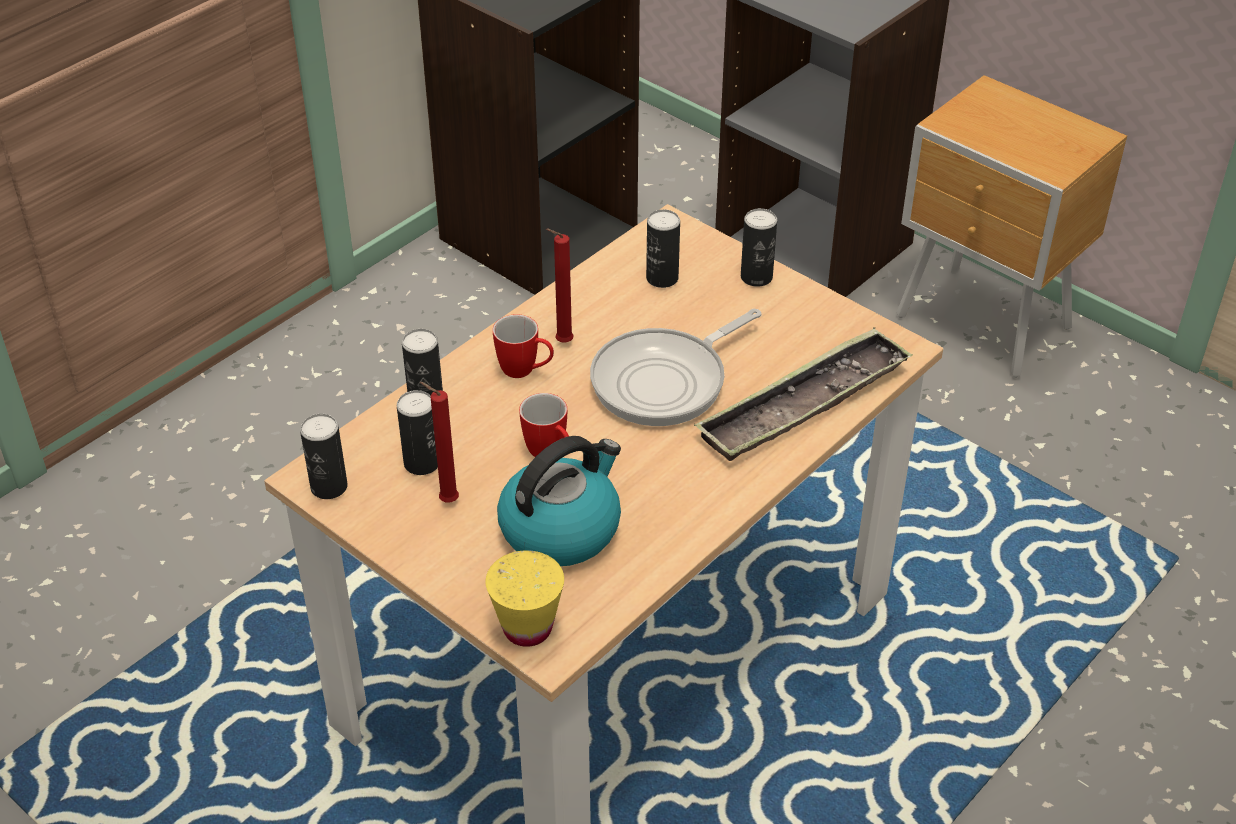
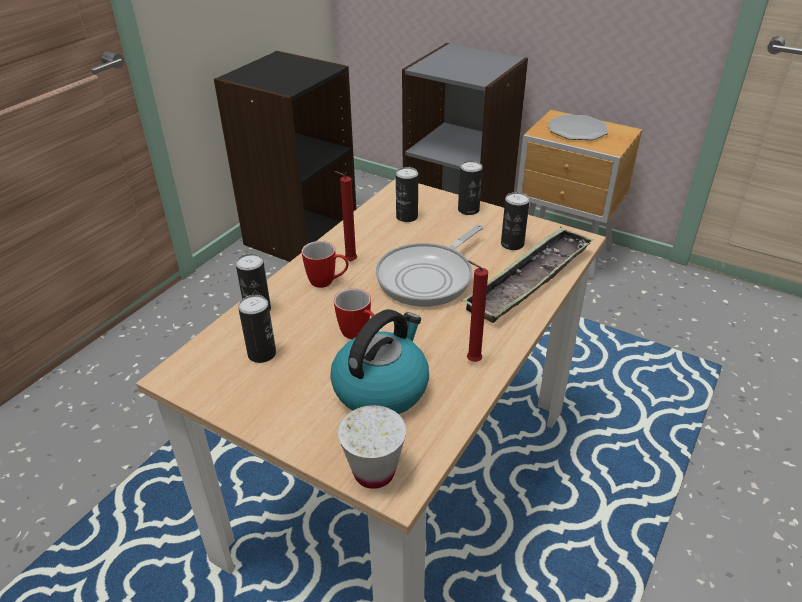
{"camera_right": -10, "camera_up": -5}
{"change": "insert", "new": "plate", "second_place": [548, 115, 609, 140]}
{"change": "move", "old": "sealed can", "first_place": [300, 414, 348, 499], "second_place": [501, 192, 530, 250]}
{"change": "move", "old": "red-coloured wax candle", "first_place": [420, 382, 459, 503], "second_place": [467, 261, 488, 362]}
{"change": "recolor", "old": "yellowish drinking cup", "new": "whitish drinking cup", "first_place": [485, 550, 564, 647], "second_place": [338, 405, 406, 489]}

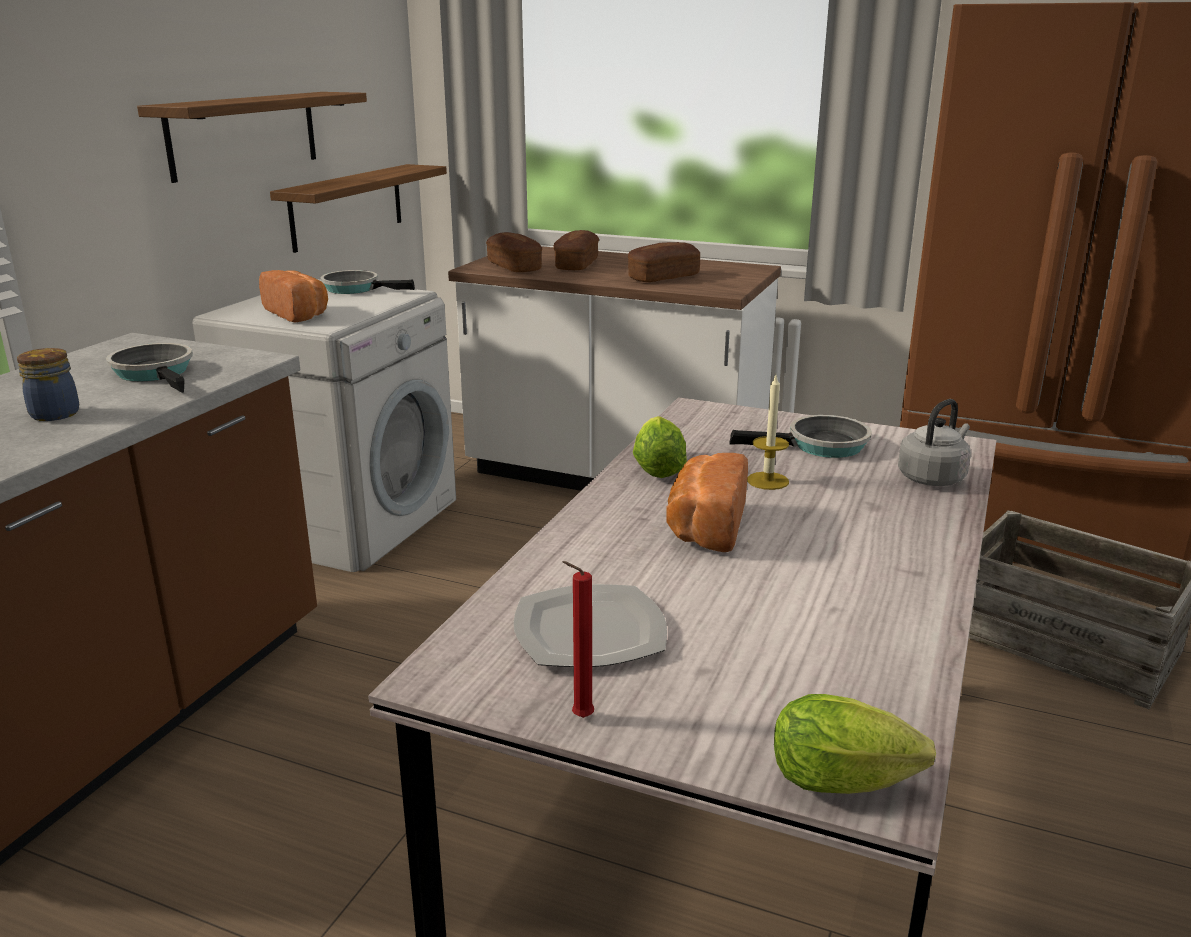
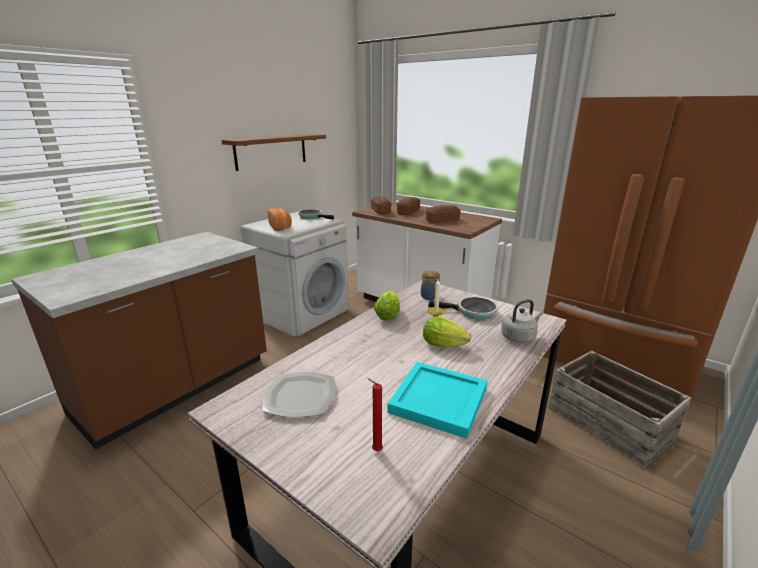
{"camera_right": 15, "camera_up": 0}
{"change": "delete", "old": "pan", "first_place": [106, 343, 193, 393]}
{"change": "delete", "old": "bracket shelf", "first_place": [270, 164, 447, 253]}
{"change": "delete", "old": "bakery bread", "first_place": [666, 453, 748, 552]}
{"change": "insert", "new": "blue-green tray", "second_place": [387, 362, 487, 439]}
{"change": "move", "old": "preserve jar", "first_place": [17, 348, 79, 421], "second_place": [421, 271, 440, 300]}
{"change": "move", "old": "red-coloured wax candle", "first_place": [563, 561, 594, 718], "second_place": [367, 378, 383, 451]}
{"change": "move", "old": "head of lettuce", "first_place": [774, 694, 936, 794], "second_place": [423, 316, 471, 348]}

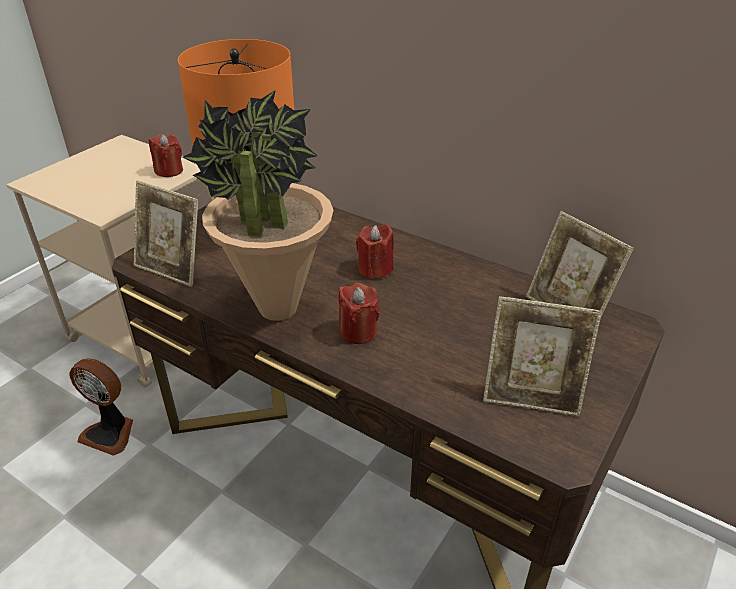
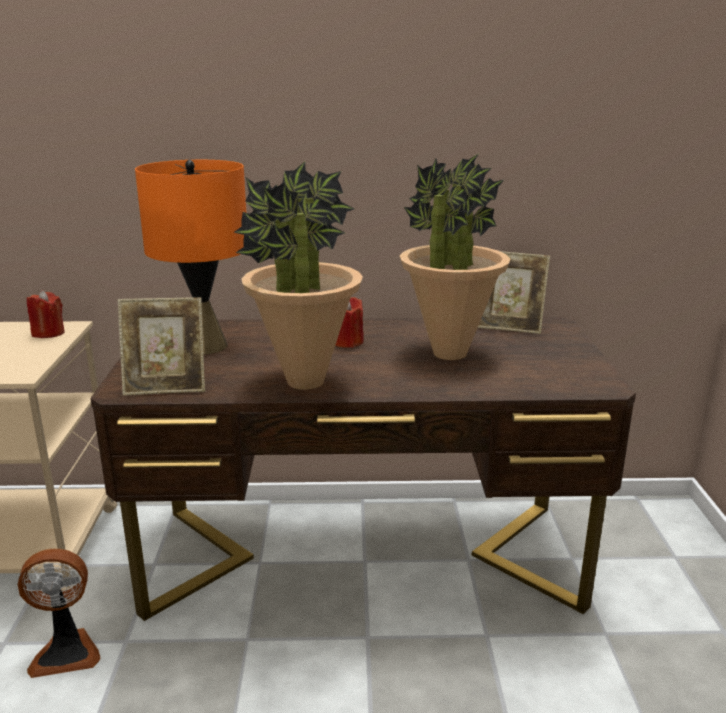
{"camera_right": -35, "camera_up": -15}
{"change": "delete", "old": "red-coloured wax candle", "first_place": [339, 283, 380, 344]}
{"change": "delete", "old": "standing frame", "first_place": [483, 296, 602, 416]}
{"change": "insert", "new": "plant in a pot", "second_place": [400, 153, 510, 360]}

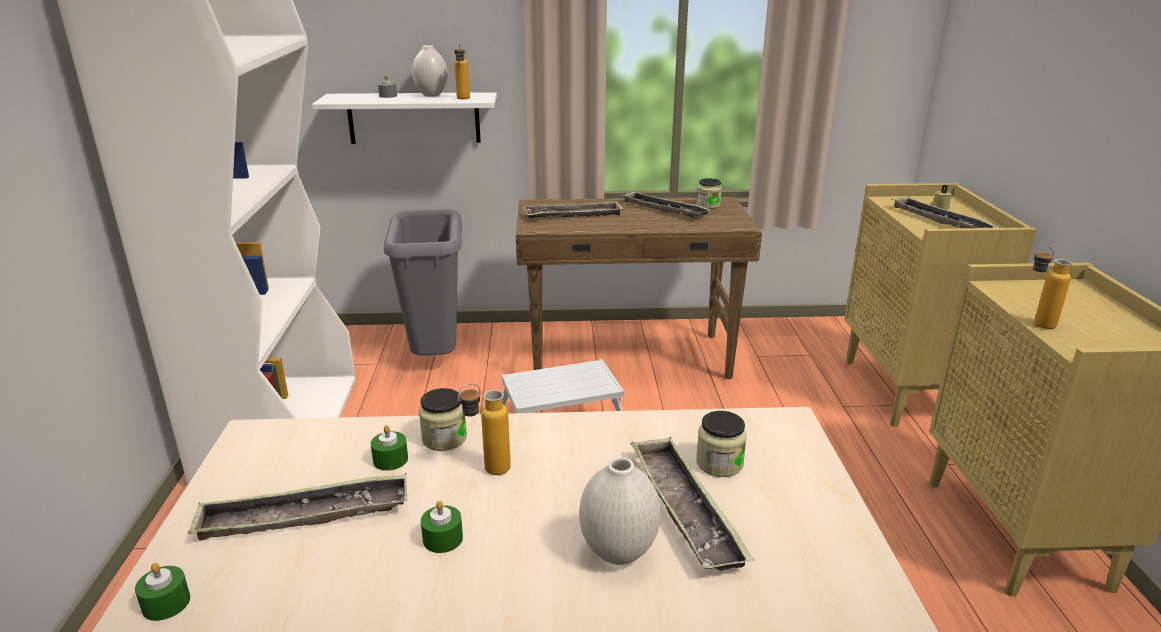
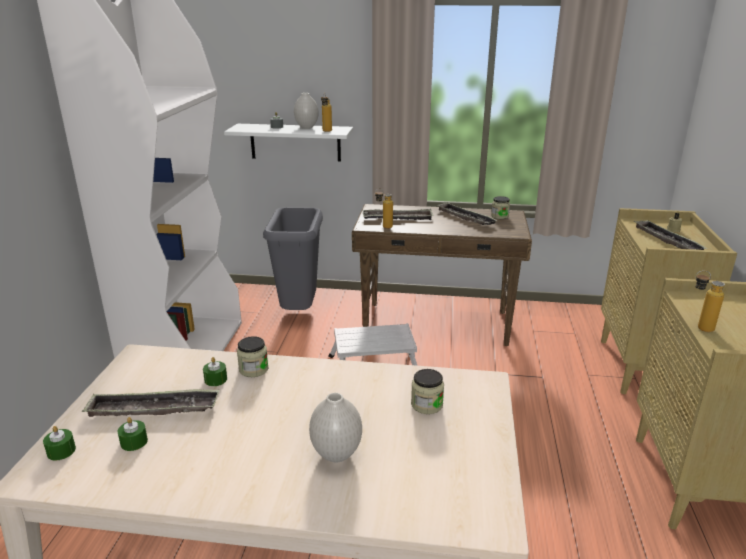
{"camera_right": 10, "camera_up": 0}
{"change": "delete", "old": "tray", "first_place": [630, 437, 754, 571]}
{"change": "move", "old": "green-coloured wax candle", "first_place": [421, 501, 463, 553], "second_place": [118, 417, 148, 451]}
{"change": "move", "old": "drink bottle", "first_place": [458, 383, 511, 475], "second_place": [375, 188, 393, 228]}

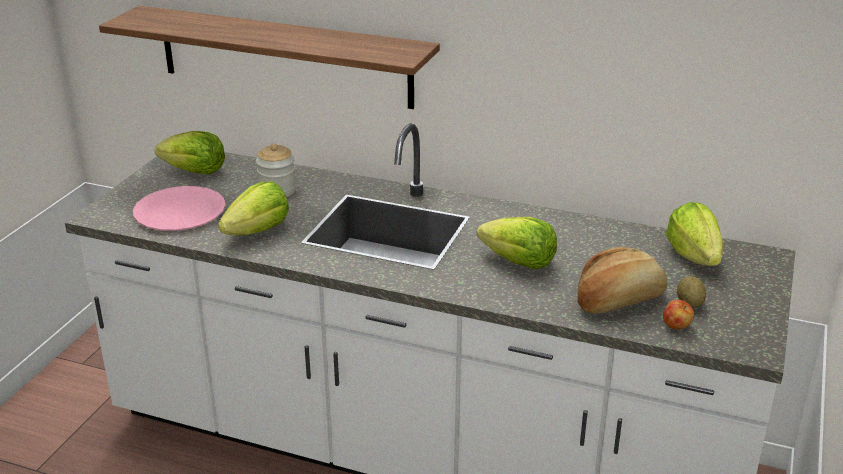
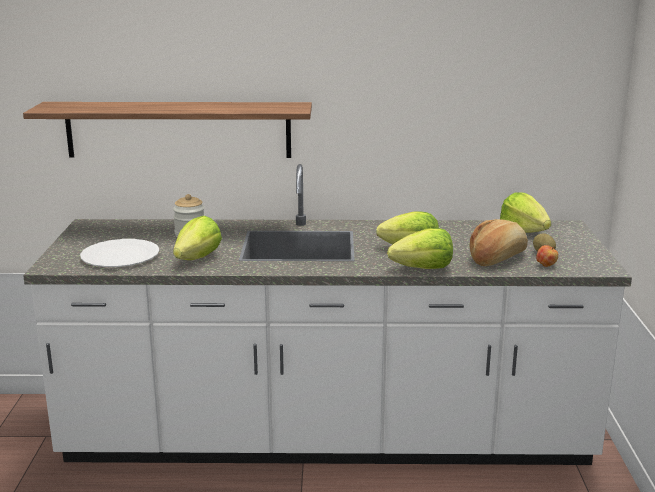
{"camera_right": -20, "camera_up": -10}
{"change": "move", "old": "head of lettuce", "first_place": [155, 131, 225, 174], "second_place": [387, 228, 453, 269]}
{"change": "recolor", "old": "pink plate", "new": "whitish plate", "first_place": [133, 186, 226, 231], "second_place": [80, 239, 160, 267]}

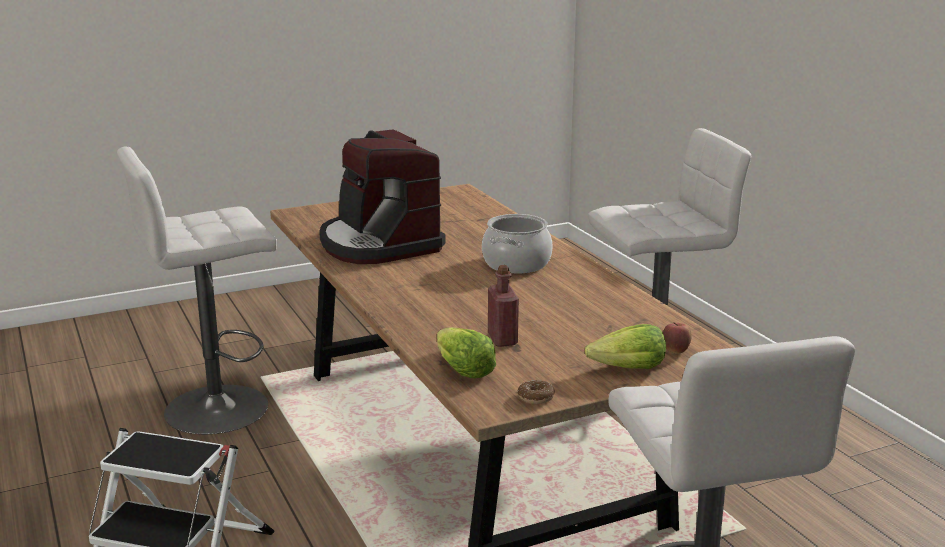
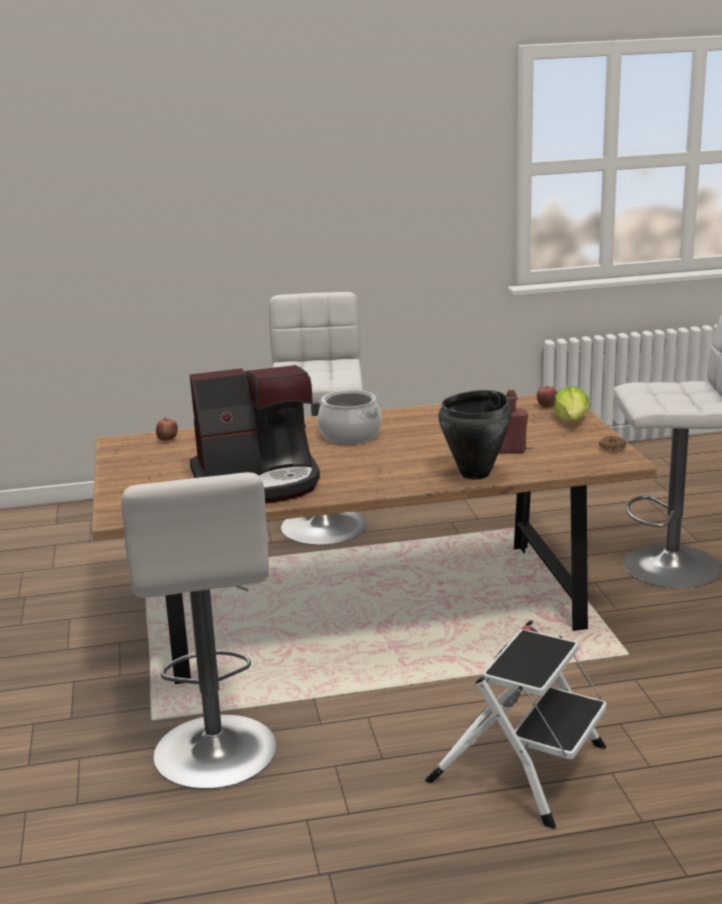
{"camera_right": -75, "camera_up": 0}
{"change": "delete", "old": "head of lettuce", "first_place": [437, 327, 496, 378]}
{"change": "insert", "new": "apple fruit", "second_place": [156, 417, 178, 441]}
{"change": "insert", "new": "black-coloured stockpot", "second_place": [438, 390, 512, 479]}

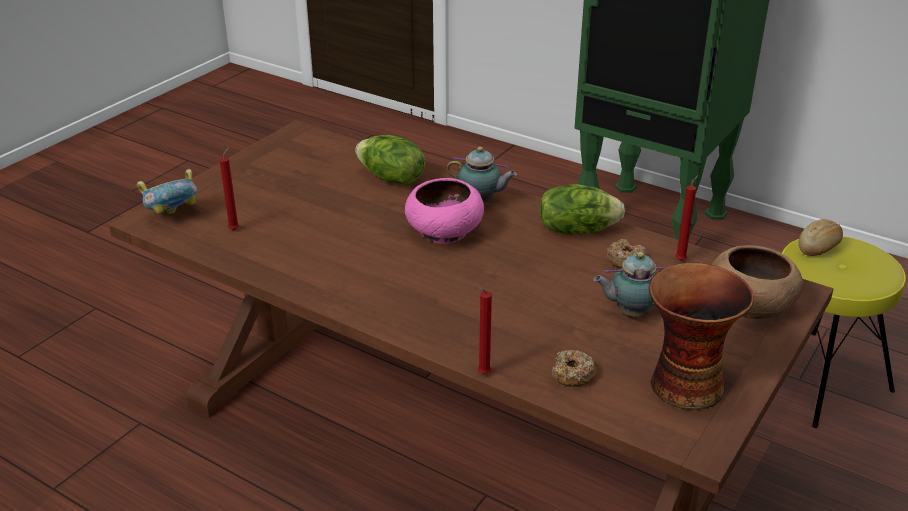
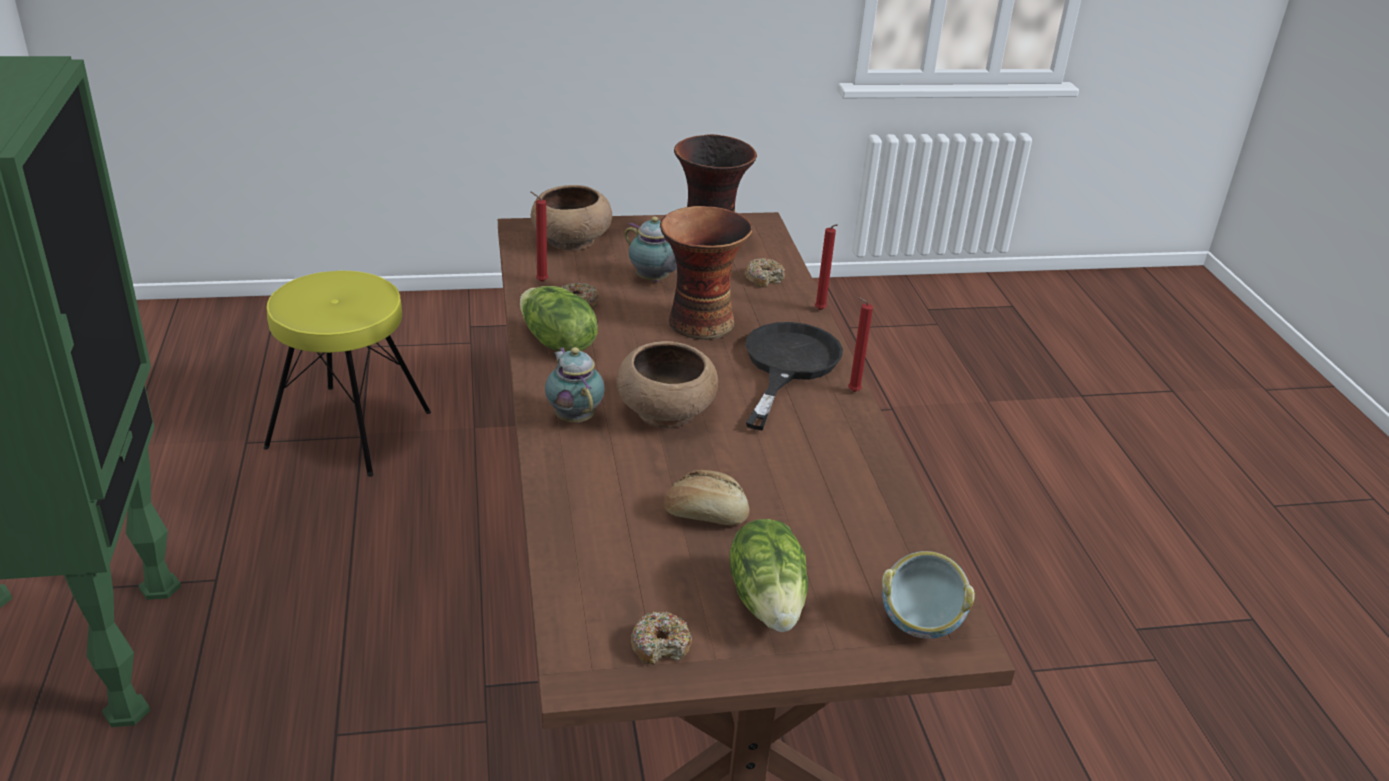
{"camera_right": -135, "camera_up": 0}
{"change": "insert", "new": "ring doughnut", "second_place": [631, 612, 692, 665]}
{"change": "insert", "new": "decorative vase", "second_place": [660, 206, 753, 340]}
{"change": "insert", "new": "black-coloured pan", "second_place": [745, 322, 843, 430]}
{"change": "move", "old": "red-coloured wax candle", "first_place": [220, 147, 239, 230], "second_place": [848, 297, 873, 392]}
{"change": "move", "old": "head of lettuce", "first_place": [355, 135, 425, 184], "second_place": [730, 519, 808, 632]}
{"change": "move", "old": "bakery bread", "first_place": [798, 219, 843, 256], "second_place": [664, 470, 750, 525]}
{"change": "recolor", "old": "pink bowl", "new": "brown bowl", "first_place": [405, 178, 484, 244], "second_place": [616, 341, 718, 428]}

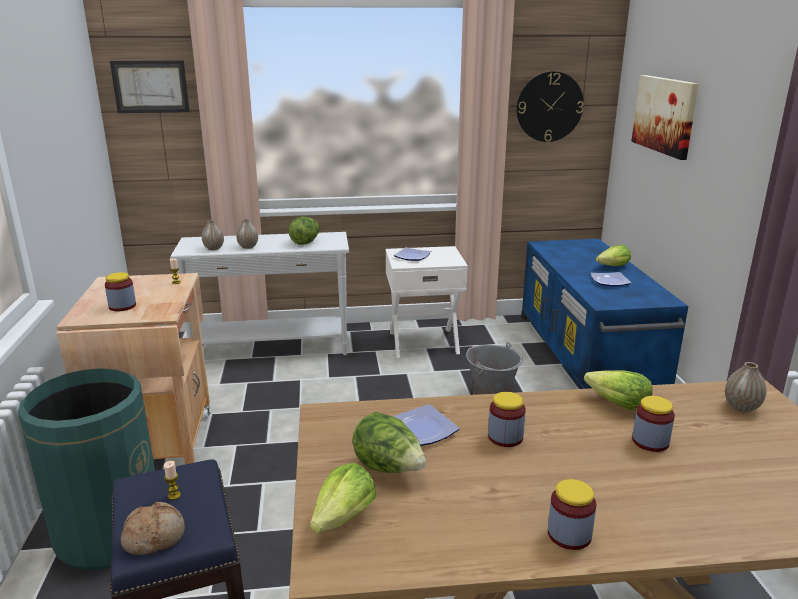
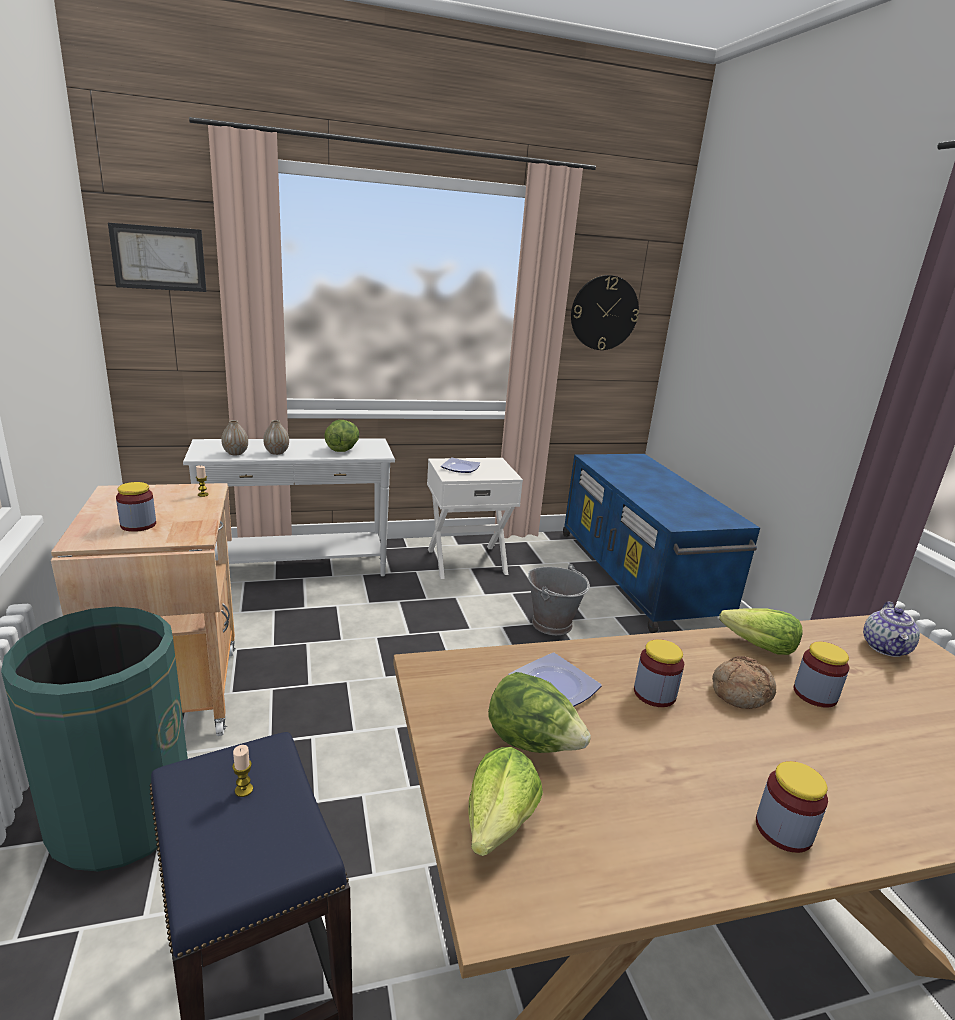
{"camera_right": -10, "camera_up": 0}
{"change": "delete", "old": "plate", "first_place": [590, 272, 631, 286]}
{"change": "delete", "old": "head of lettuce", "first_place": [596, 245, 631, 266]}
{"change": "delete", "old": "wall art", "first_place": [631, 75, 699, 160]}
{"change": "move", "old": "bakery bread", "first_place": [121, 502, 185, 555], "second_place": [712, 656, 776, 709]}
{"change": "replace", "old": "decorative vase", "new": "tea pot", "first_place": [725, 362, 767, 412], "second_place": [863, 602, 920, 657]}

